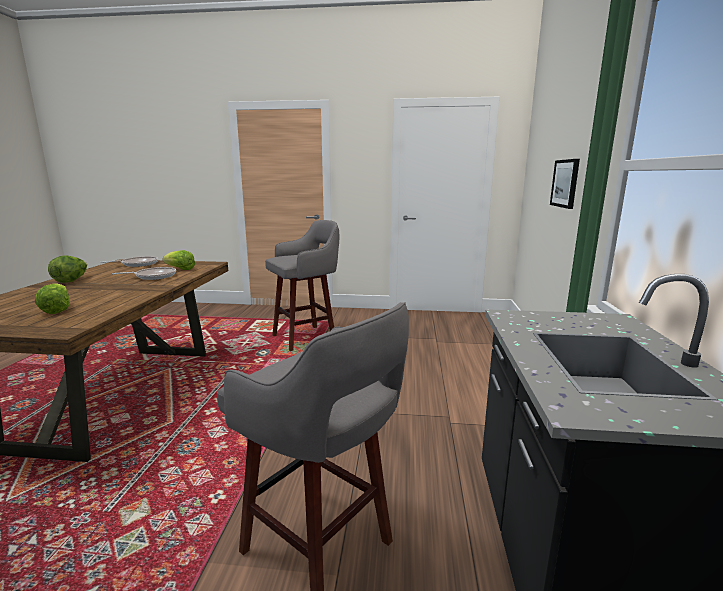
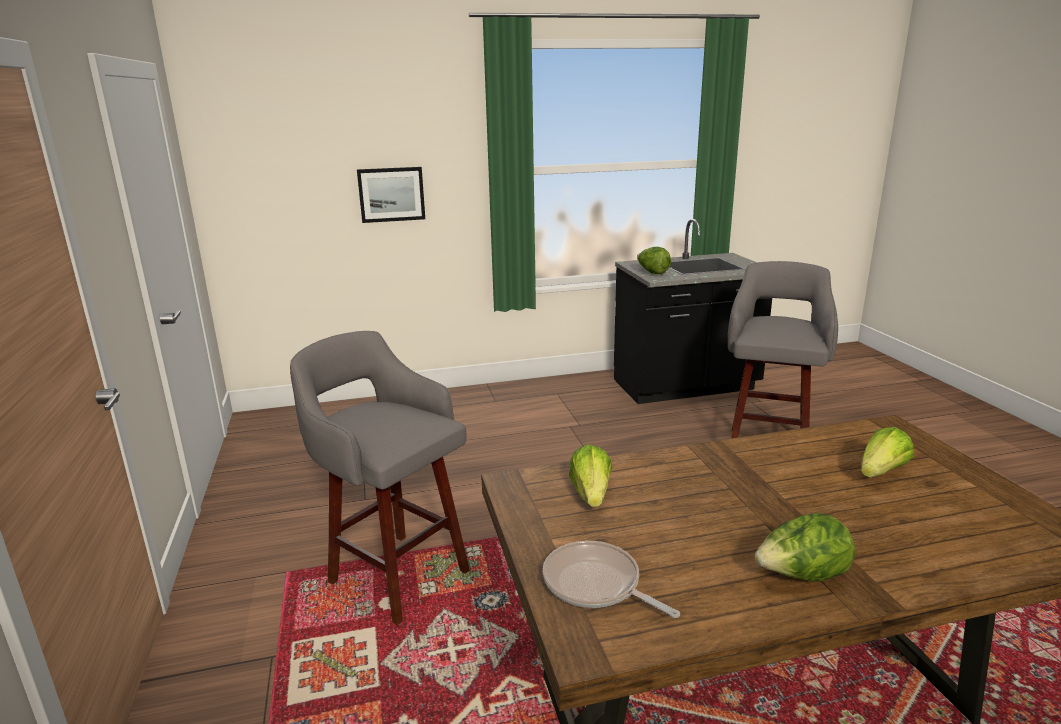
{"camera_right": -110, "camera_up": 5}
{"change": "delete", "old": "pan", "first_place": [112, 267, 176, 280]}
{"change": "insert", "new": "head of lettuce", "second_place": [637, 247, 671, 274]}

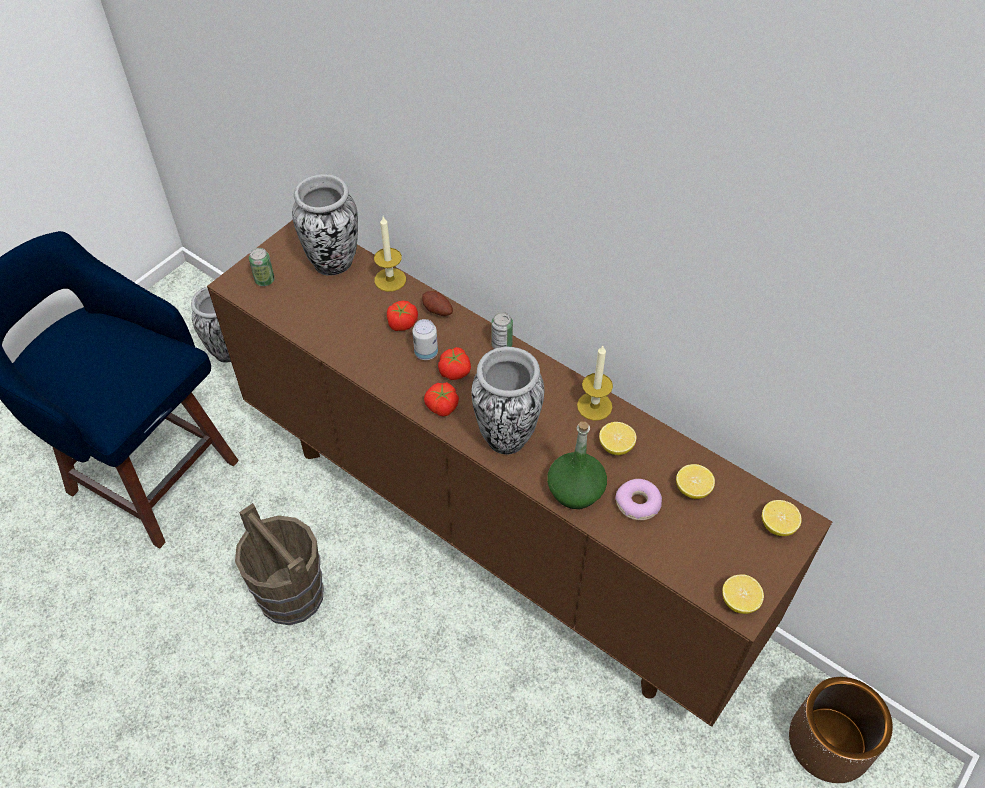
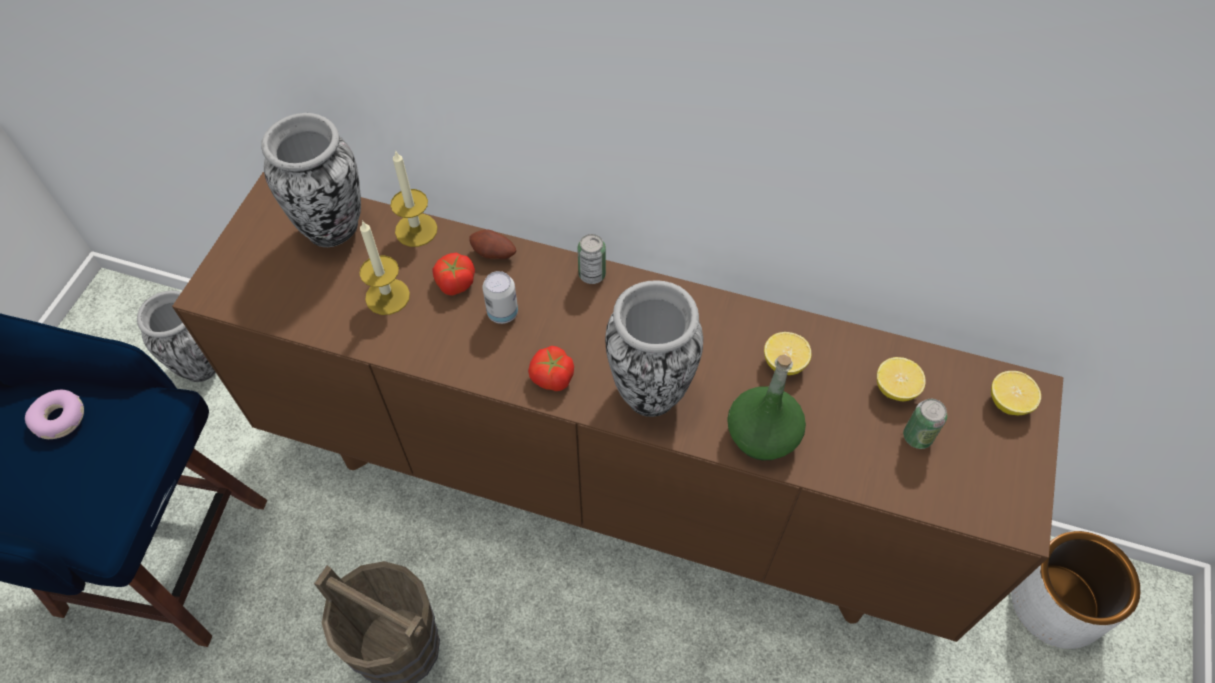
{"camera_right": -20, "camera_up": 5}
{"change": "delete", "old": "fresh tomato", "first_place": [438, 347, 471, 380]}
{"change": "delete", "old": "citrus fruit", "first_place": [722, 575, 764, 614]}
{"change": "move", "old": "sealed can", "first_place": [249, 248, 275, 286], "second_place": [903, 399, 947, 449]}
{"change": "move", "old": "wax candle", "first_place": [577, 346, 613, 421], "second_place": [359, 220, 410, 315]}
{"change": "move", "old": "ring doughnut", "first_place": [615, 479, 662, 520], "second_place": [25, 390, 84, 439]}
{"change": "recolor", "old": "brown planter", "new": "whitish planter", "first_place": [789, 677, 893, 783], "second_place": [1011, 531, 1141, 649]}

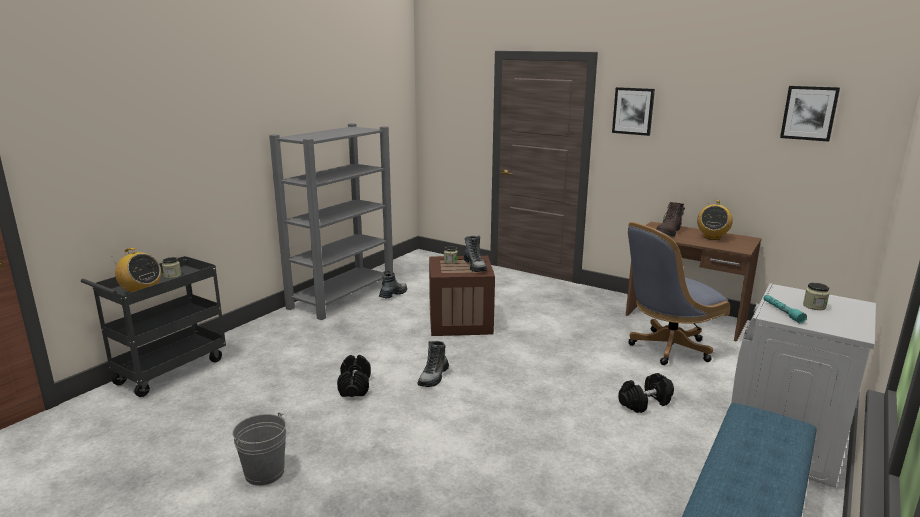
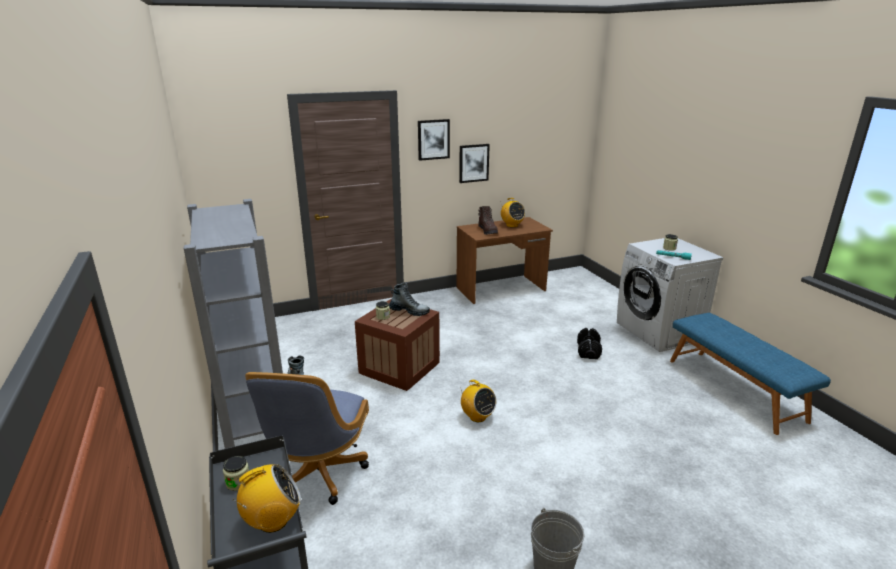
{"camera_right": -55, "camera_up": 5}
{"change": "delete", "old": "black-coloured hand weight", "first_place": [337, 355, 371, 397]}
{"change": "move", "old": "blue-coloured desk chair", "first_place": [628, 222, 730, 365], "second_place": [245, 372, 369, 505]}
{"change": "move", "old": "wall art", "first_place": [780, 86, 840, 142], "second_place": [459, 144, 490, 183]}
{"change": "replace", "old": "boot", "new": "radio set", "first_place": [418, 341, 449, 387], "second_place": [461, 380, 496, 422]}

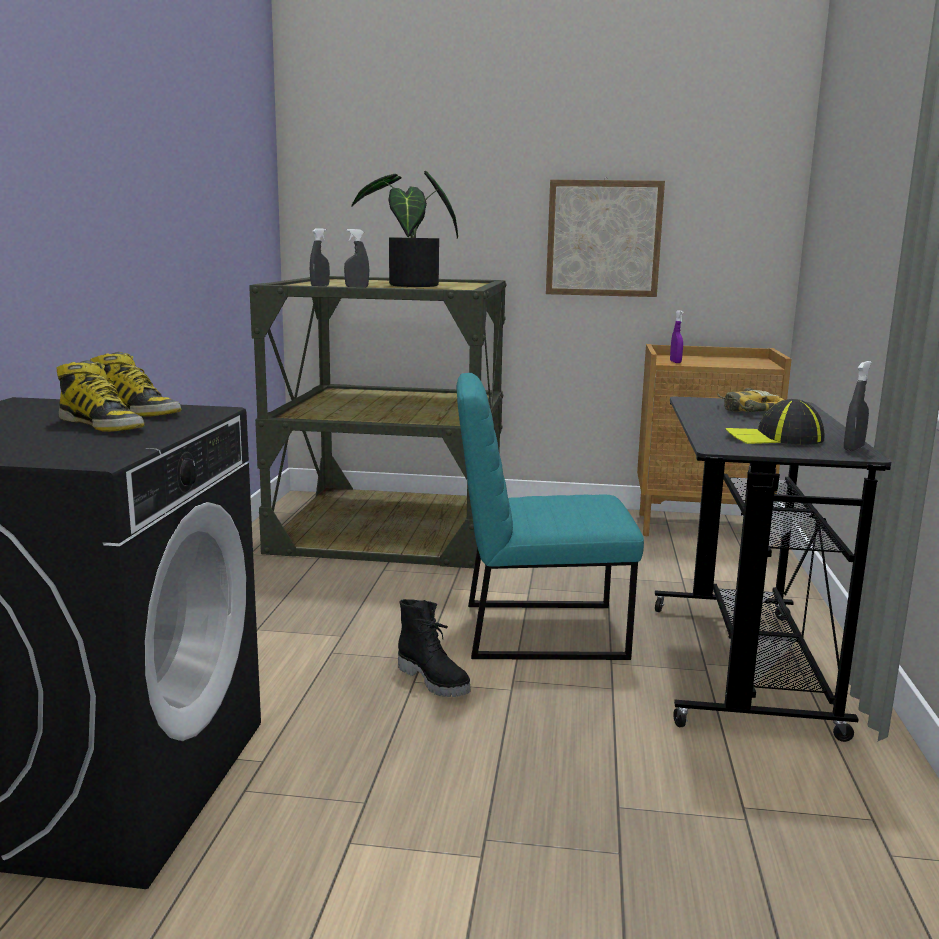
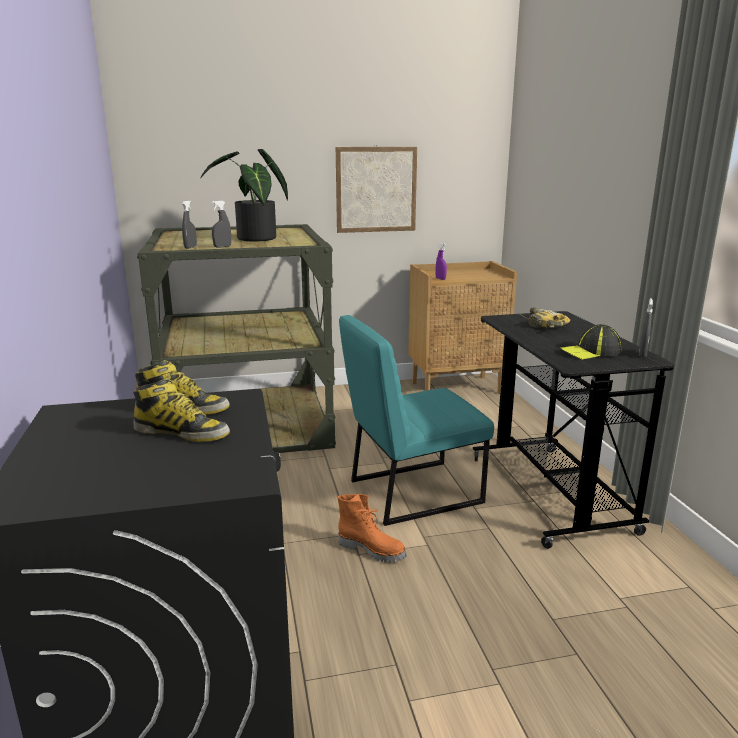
{"camera_right": -20, "camera_up": 5}
{"change": "recolor", "old": "black-coloured boot", "new": "orange-coloured boot", "first_place": [398, 599, 471, 697], "second_place": [338, 494, 407, 562]}

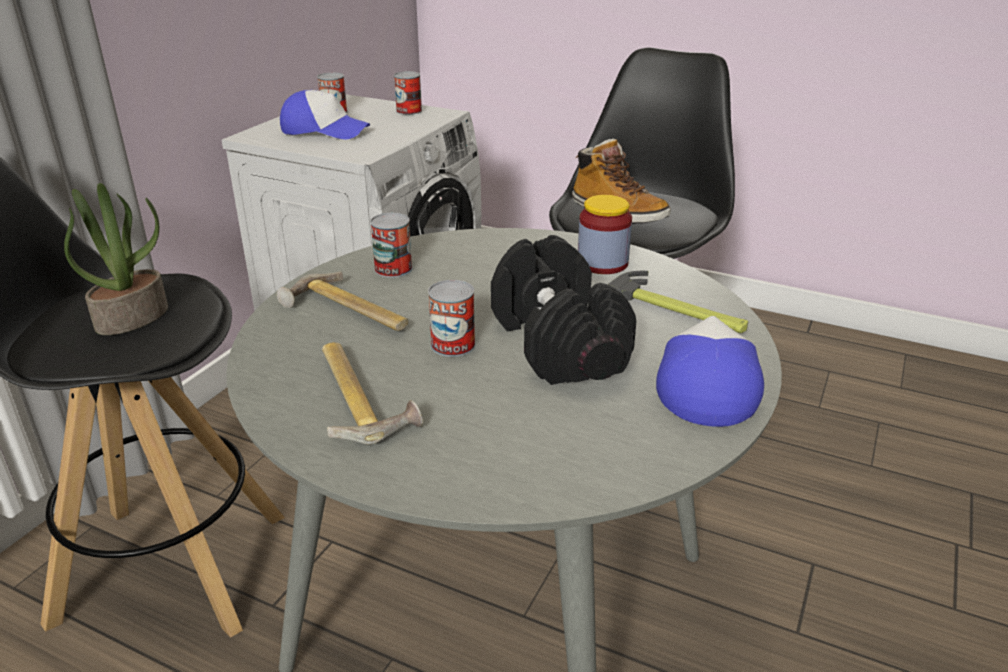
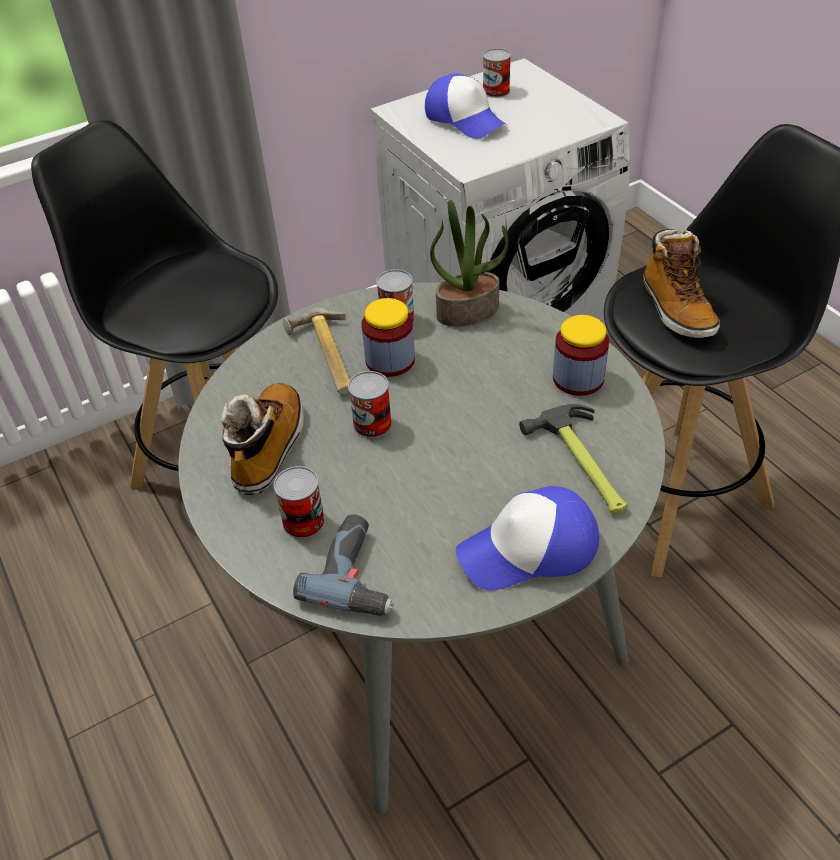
{"camera_right": 35, "camera_up": 15}
{"change": "delete", "old": "black-coloured hand weight", "first_place": [491, 235, 636, 385]}
{"change": "insert", "new": "drill", "second_place": [293, 514, 394, 616]}
{"change": "insert", "new": "preserve jar", "second_place": [362, 298, 415, 377]}
{"change": "move", "old": "plant in a pot", "first_place": [64, 183, 168, 335], "second_place": [430, 200, 508, 327]}
{"change": "move", "old": "sealed can", "first_place": [394, 71, 422, 115], "second_place": [274, 466, 325, 539]}
{"change": "replace", "old": "tool hammer", "new": "boot", "first_place": [322, 342, 423, 444], "second_place": [221, 383, 304, 495]}
{"change": "rotate", "old": "cap", "first_place": [656, 316, 764, 427], "second_place": [456, 486, 599, 591], "degrees": -150}

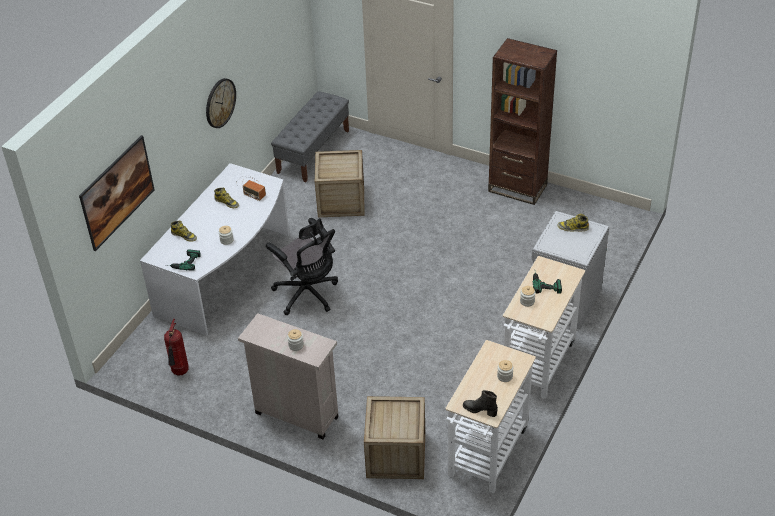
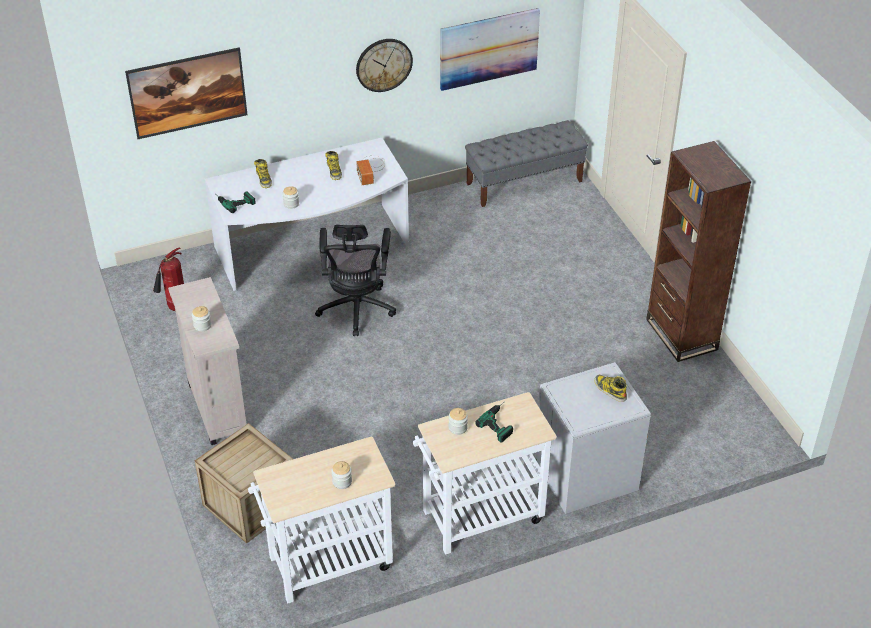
{"camera_right": 40, "camera_up": 0}
{"change": "delete", "old": "shipping crate", "first_place": [315, 150, 365, 217]}
{"change": "delete", "old": "black-coloured boot", "first_place": [463, 390, 498, 417]}
{"change": "insert", "new": "wall art", "second_place": [440, 8, 540, 91]}

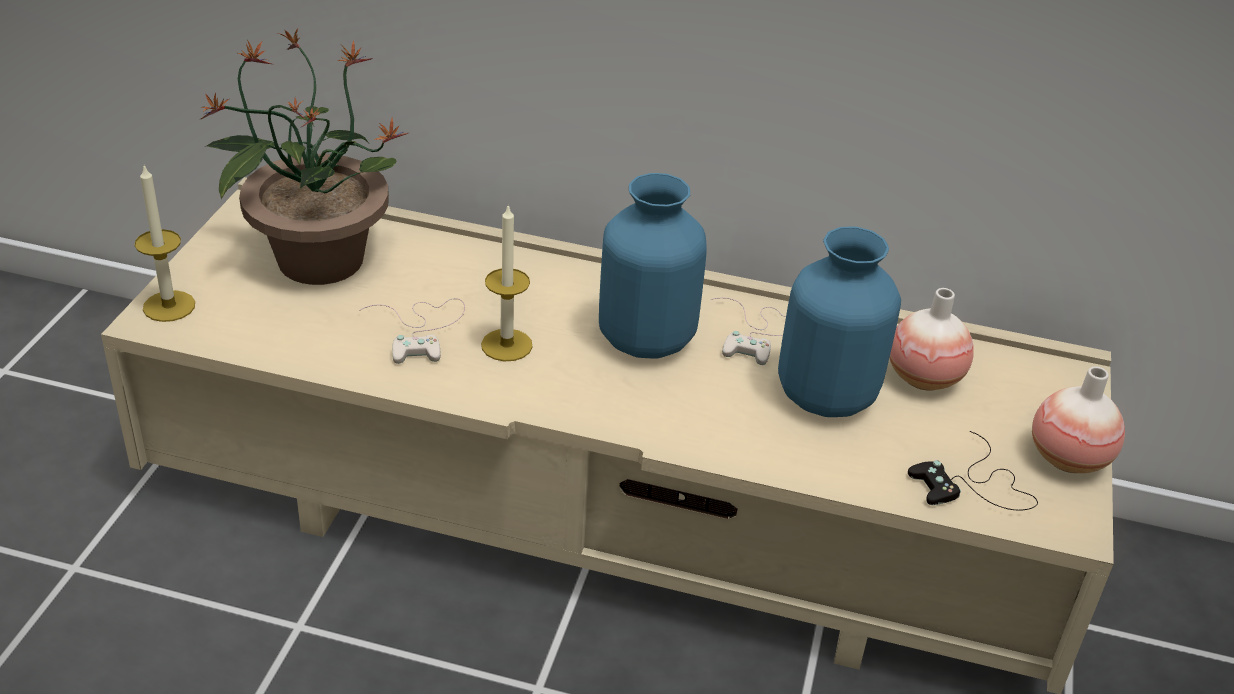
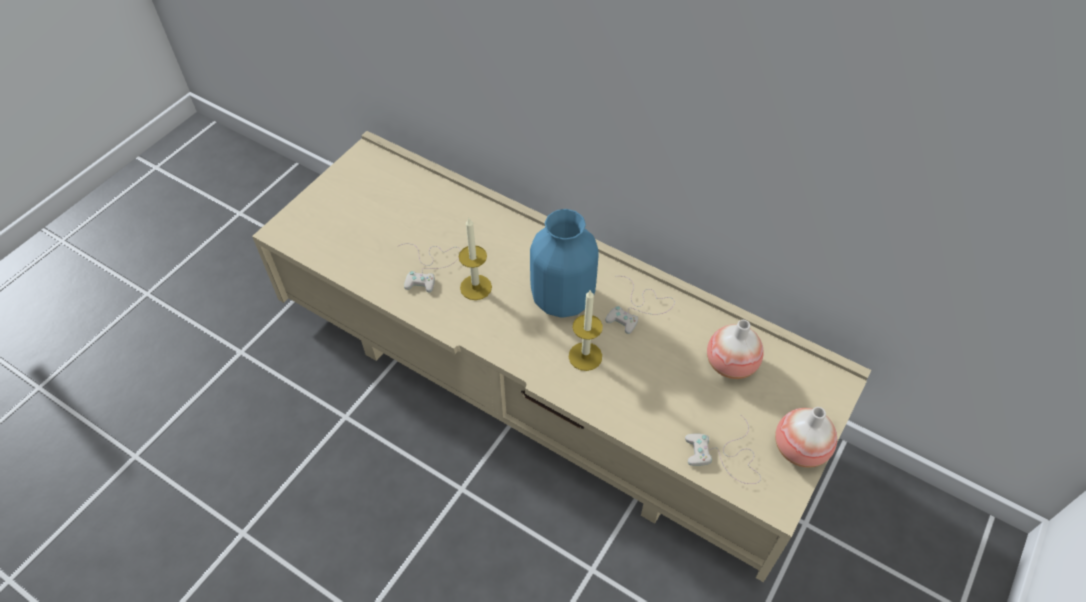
{"camera_right": 20, "camera_up": 15}
{"change": "delete", "old": "plant in a pot", "first_place": [201, 28, 408, 285]}
{"change": "delete", "old": "blue-coloured decorative vase", "first_place": [778, 227, 901, 417]}
{"change": "move", "old": "wax candle", "first_place": [135, 165, 195, 322], "second_place": [569, 289, 603, 371]}
{"change": "recolor", "old": "black-coloured gamepad", "new": "whitish gamepad", "first_place": [908, 431, 1038, 510], "second_place": [685, 415, 761, 484]}

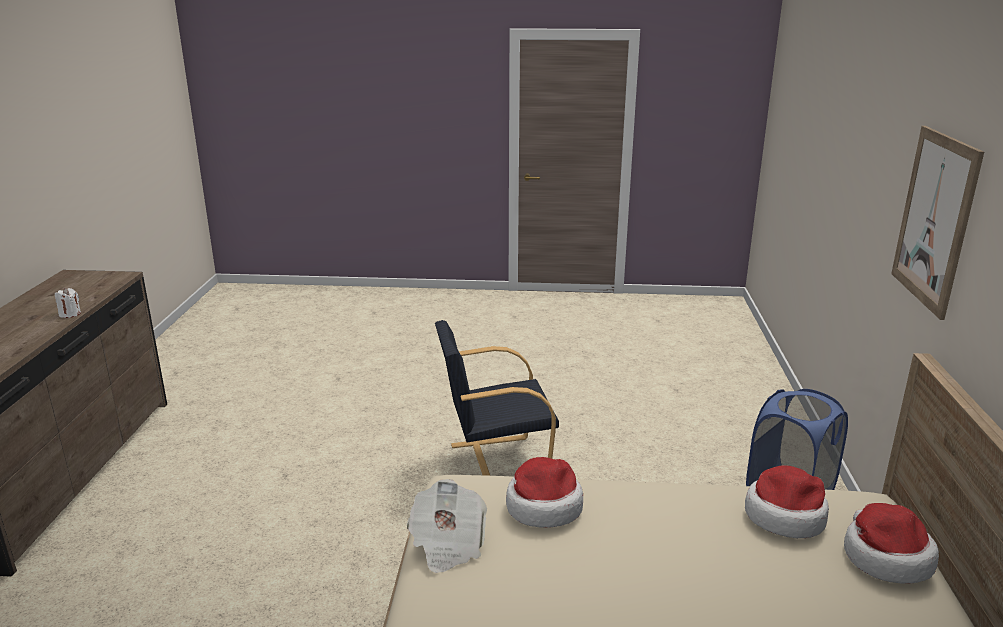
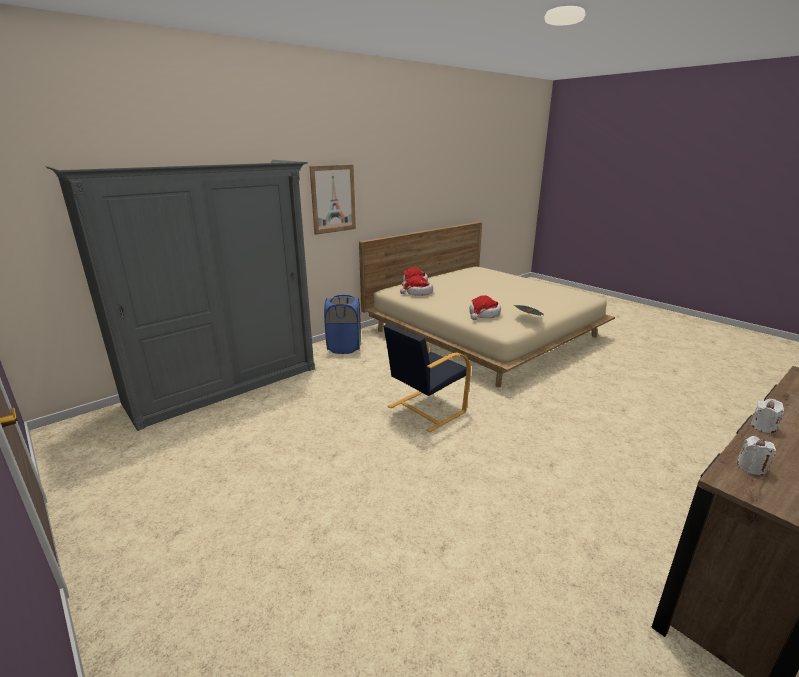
{"camera_right": -135, "camera_up": 0}
{"change": "insert", "new": "grey wardrobe", "second_place": [46, 160, 315, 431]}
{"change": "insert", "new": "whitish wax candle", "second_place": [737, 436, 776, 475]}
{"change": "rotate", "old": "black-coloured lounge chair", "first_place": [435, 320, 559, 476], "second_place": [384, 323, 471, 432], "degrees": 105}

